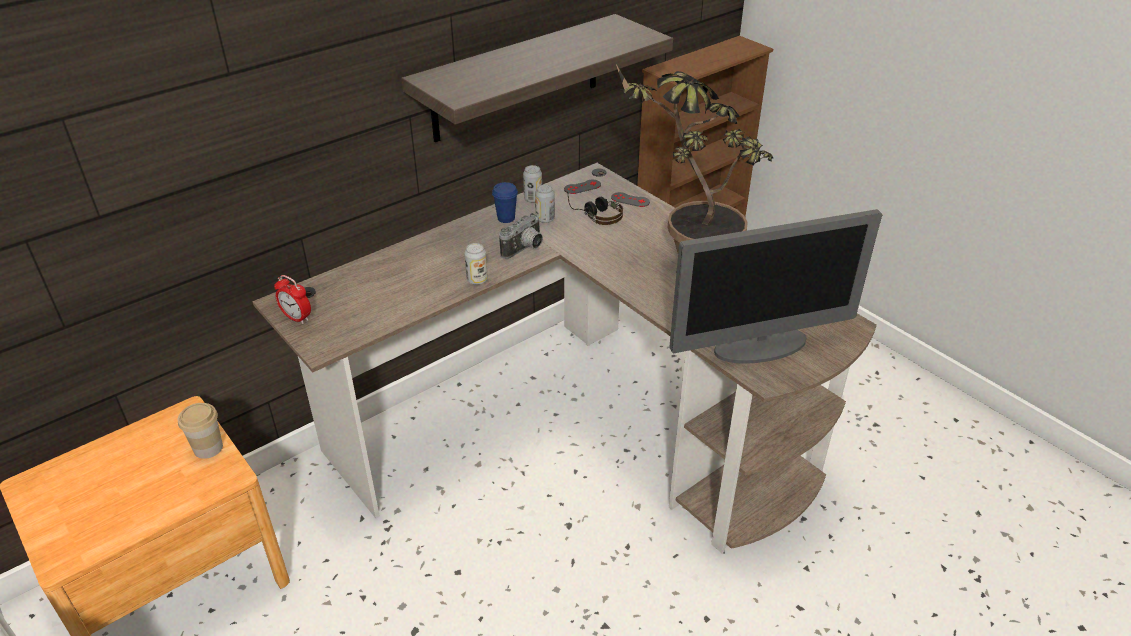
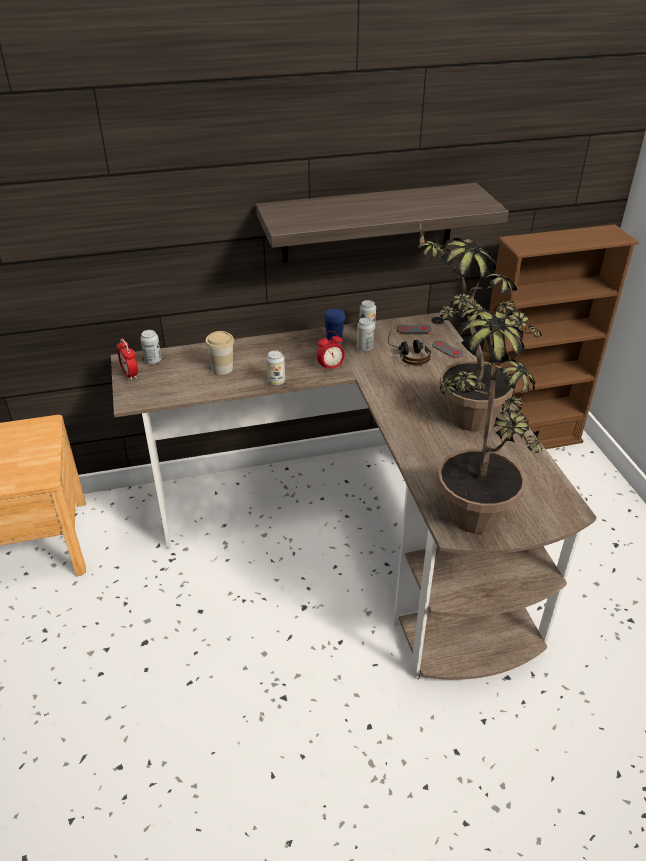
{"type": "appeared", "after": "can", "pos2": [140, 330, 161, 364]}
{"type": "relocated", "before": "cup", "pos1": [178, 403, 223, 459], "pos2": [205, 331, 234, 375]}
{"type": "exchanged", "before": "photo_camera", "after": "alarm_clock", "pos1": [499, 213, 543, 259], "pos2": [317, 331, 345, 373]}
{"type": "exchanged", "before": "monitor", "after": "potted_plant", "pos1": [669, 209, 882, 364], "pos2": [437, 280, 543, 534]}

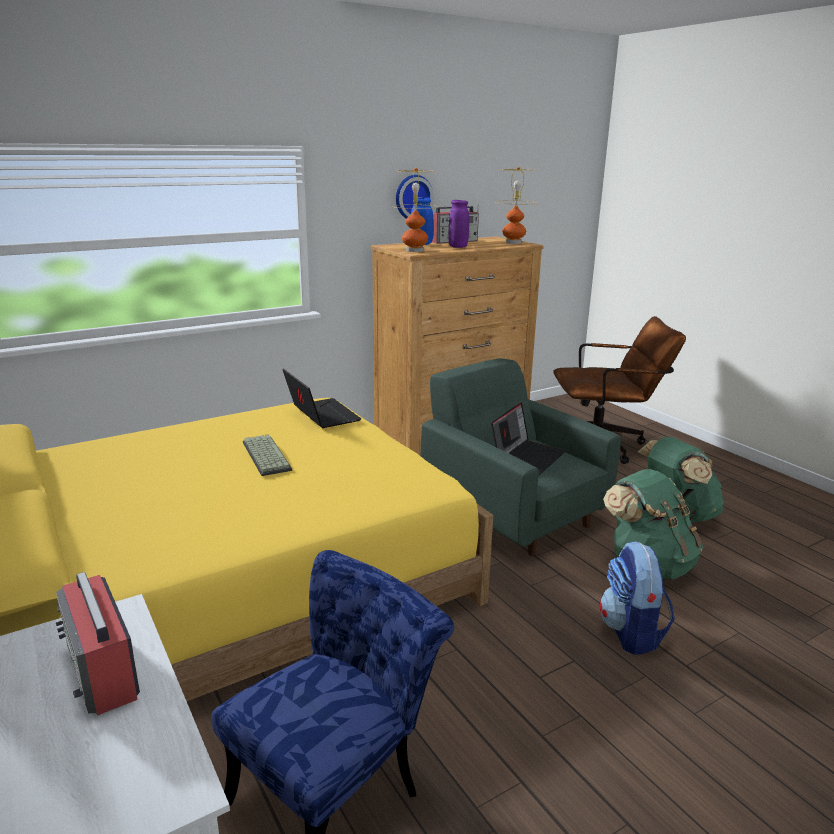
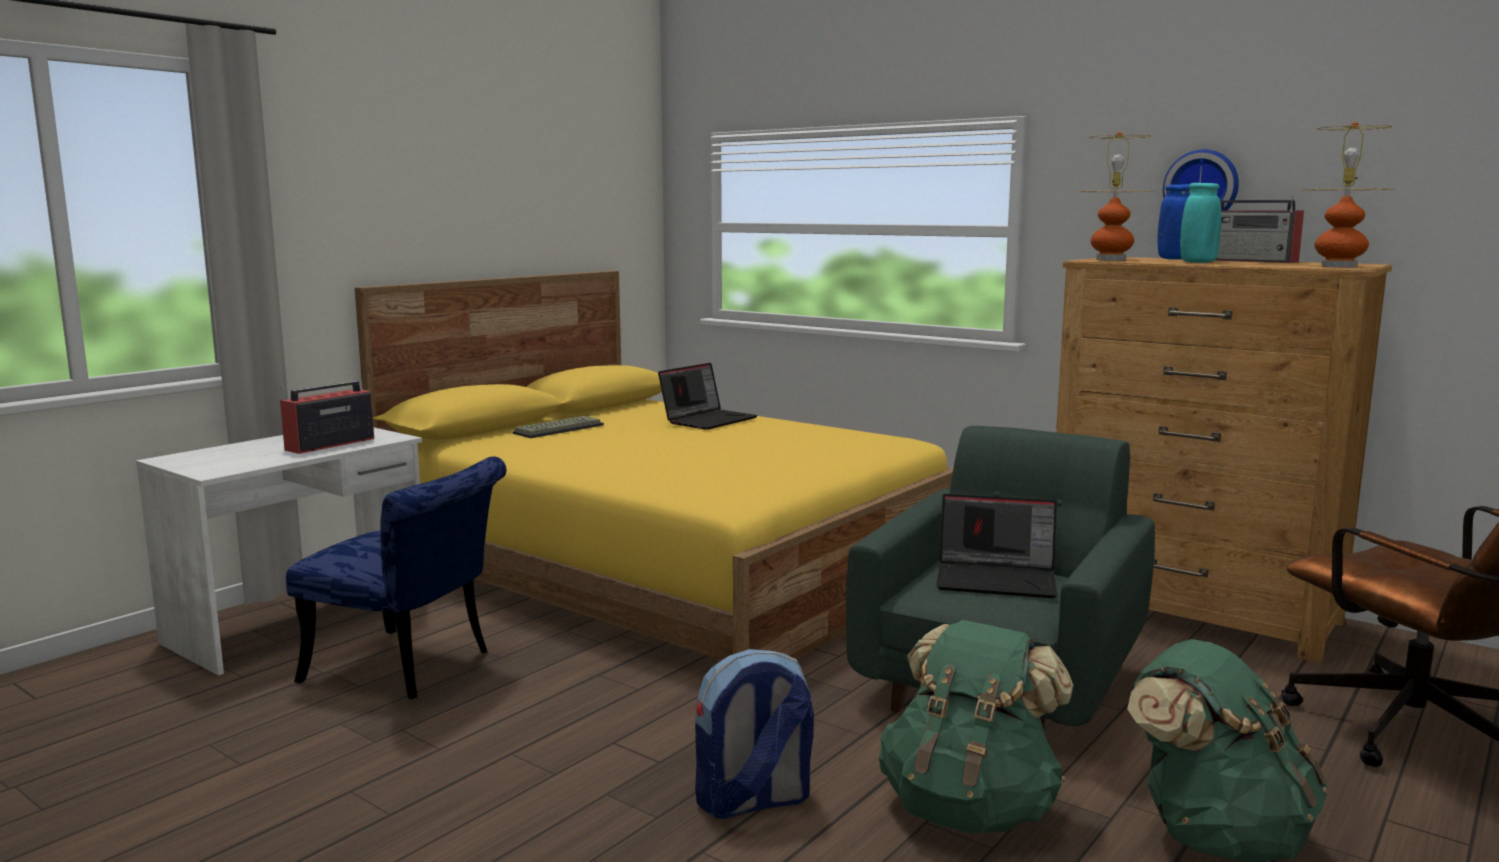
{"type": "relocated", "before": "keyboard", "pos1": [243, 434, 292, 476], "pos2": [513, 416, 604, 438]}
{"type": "relocated", "before": "laptop", "pos1": [282, 368, 361, 428], "pos2": [658, 363, 757, 430]}
{"type": "colour", "before": "purple_vase", "after": "turquoise_vase", "pos1": [448, 200, 469, 248], "pos2": [1180, 183, 1221, 263]}

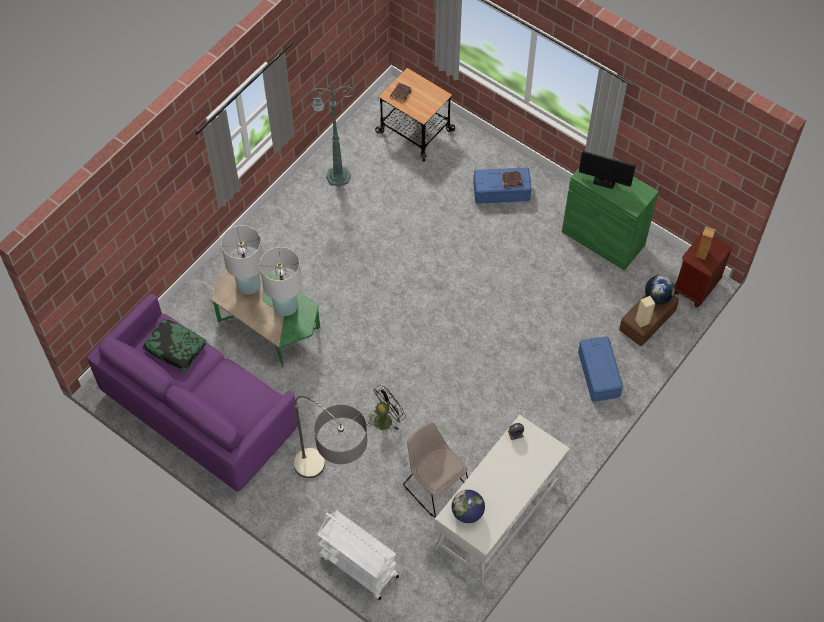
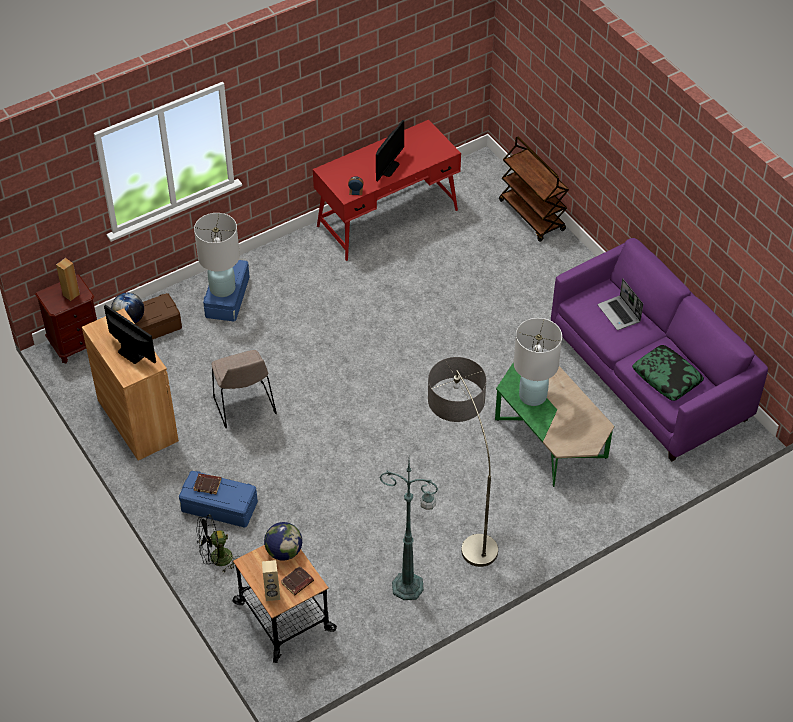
{"type": "appeared", "after": "monitor", "pos2": [376, 120, 404, 181]}
{"type": "appeared", "after": "laptop", "pos2": [598, 279, 643, 330]}
{"type": "relocated", "before": "white_table_lamp", "pos1": [221, 225, 263, 295], "pos2": [194, 213, 240, 297]}
{"type": "relocated", "before": "floor_lamp", "pos1": [294, 396, 367, 478], "pos2": [428, 357, 498, 567]}
{"type": "relocated", "before": "black_fan", "pos1": [369, 385, 406, 430], "pos2": [196, 514, 240, 573]}
{"type": "relocated", "before": "beige_chair", "pos1": [403, 422, 468, 517], "pos2": [211, 350, 277, 429]}
{"type": "relocated", "before": "globe", "pos1": [452, 490, 485, 523], "pos2": [264, 522, 302, 561]}
{"type": "relocated", "before": "beige_speaker", "pos1": [635, 296, 655, 328], "pos2": [262, 560, 280, 601]}
{"type": "colour", "before": "white_cart", "after": "brown_cart", "pos1": [317, 511, 399, 600], "pos2": [499, 136, 569, 242]}
{"type": "colour", "before": "white_desk", "after": "red_desk", "pos1": [434, 415, 570, 584], "pos2": [313, 120, 461, 261]}
{"type": "colour", "before": "green_cabinet", "after": "brown_cabinet", "pos1": [562, 152, 659, 271], "pos2": [82, 308, 179, 461]}

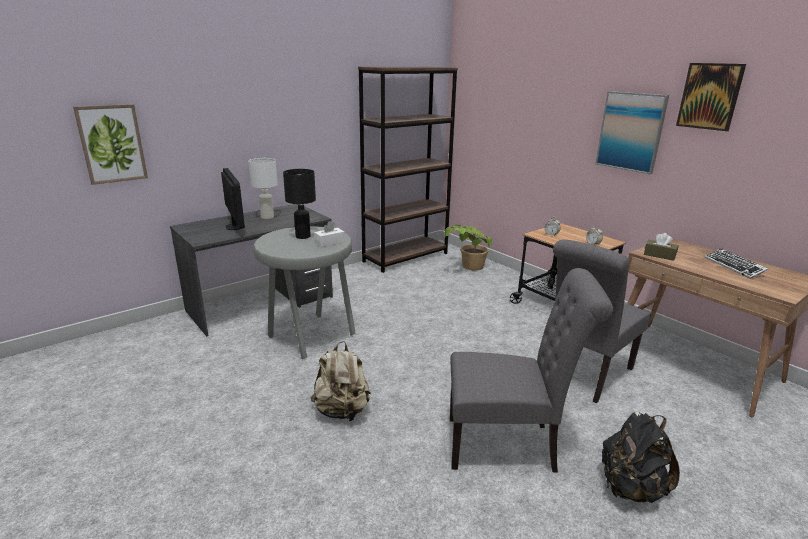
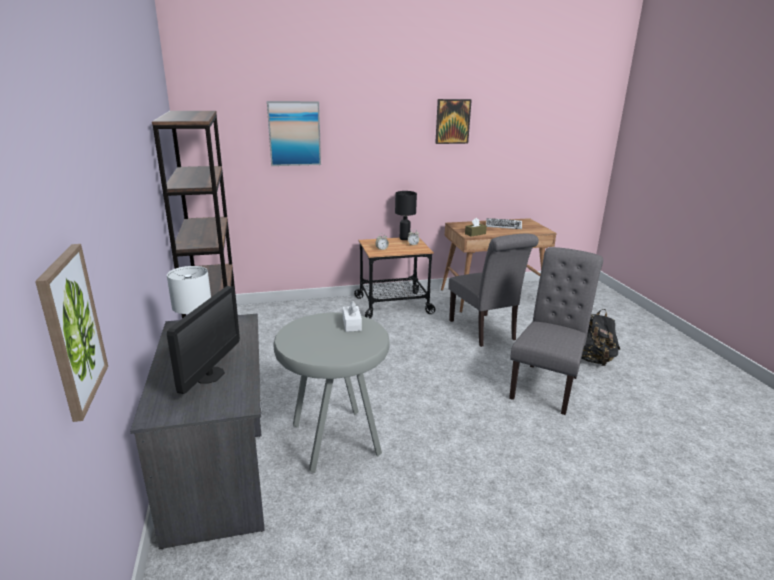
{"type": "missing", "before": "beige_backpack", "pos1": [310, 341, 371, 421]}
{"type": "missing", "before": "potted_plant", "pos1": [445, 224, 492, 270]}
{"type": "relocated", "before": "black_table_lamp", "pos1": [283, 169, 316, 239], "pos2": [395, 191, 417, 240]}
{"type": "relocated", "before": "picture", "pos1": [595, 91, 669, 174], "pos2": [267, 101, 321, 166]}
{"type": "spun", "before": "monitor", "pos1": [221, 168, 245, 230], "pos2": [167, 286, 240, 394], "turn": 105}

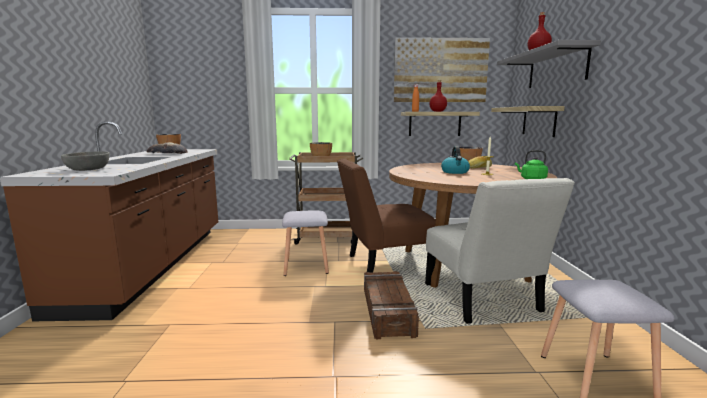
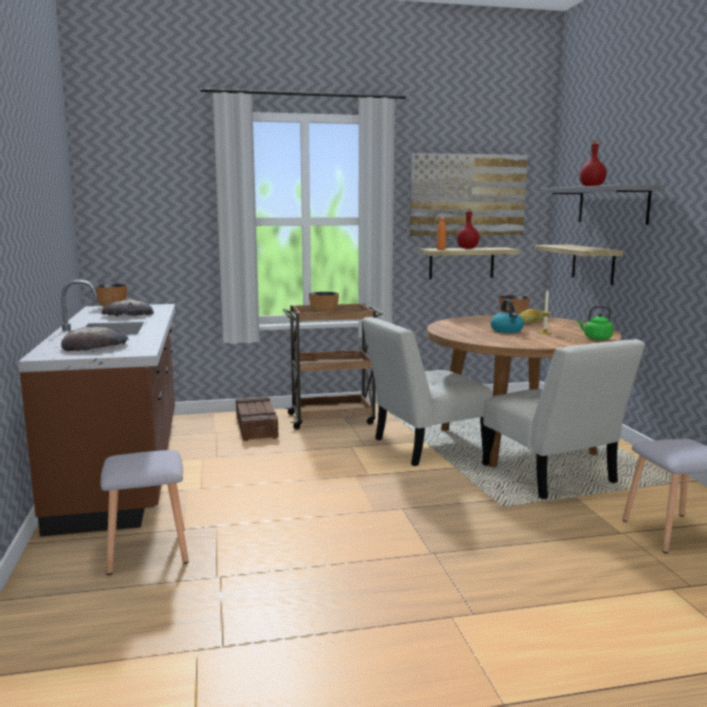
{"type": "relocated", "before": "grey_stool", "pos1": [282, 211, 329, 276], "pos2": [101, 450, 189, 575]}
{"type": "relocated", "before": "crate", "pos1": [364, 271, 419, 339], "pos2": [236, 396, 279, 441]}
{"type": "exchanged", "before": "grey_bowl", "after": "bread", "pos1": [61, 151, 109, 171], "pos2": [61, 327, 129, 351]}
{"type": "colour", "before": "brown_chair", "after": "white_chair", "pos1": [337, 159, 436, 273], "pos2": [362, 317, 493, 466]}

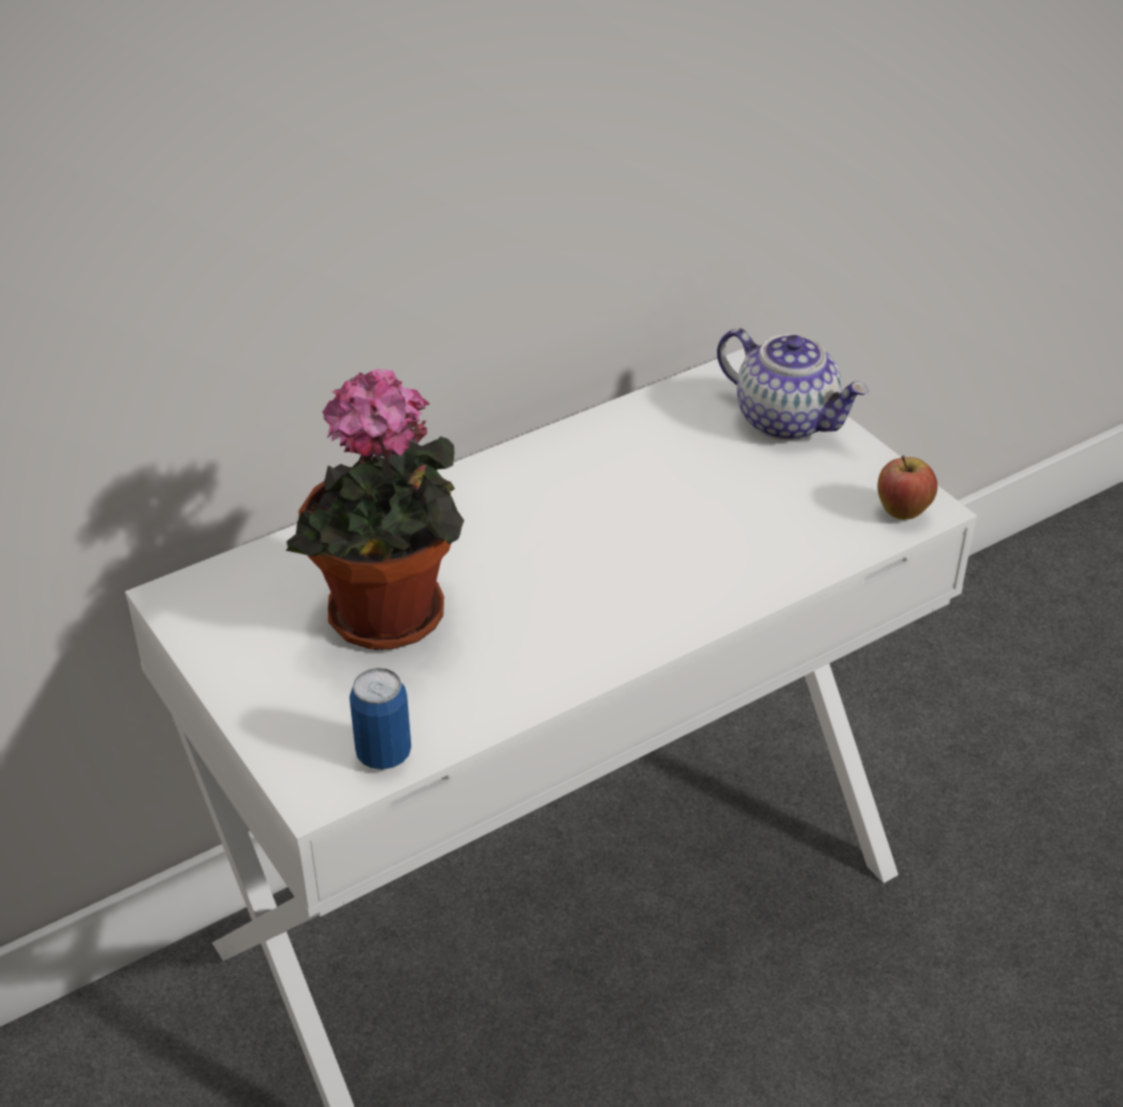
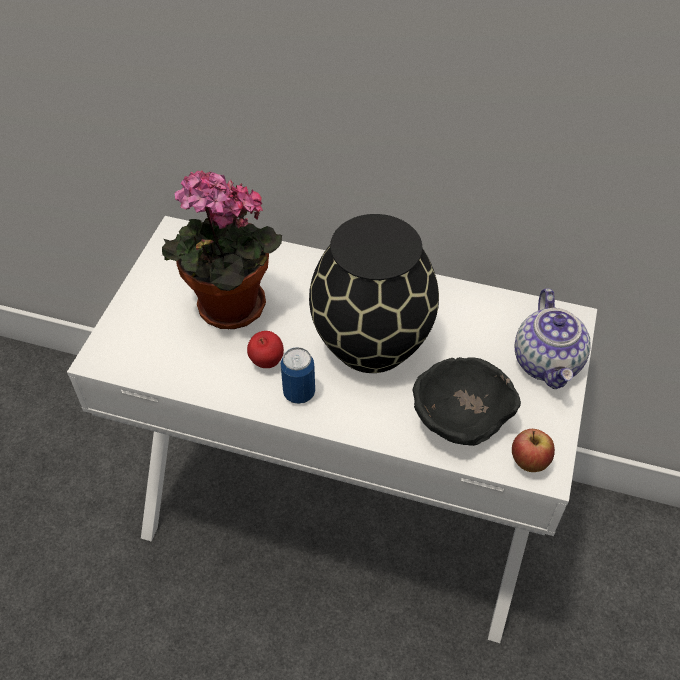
{"type": "appeared", "after": "apple", "pos2": [247, 331, 284, 368]}
{"type": "appeared", "after": "black_vase", "pos2": [309, 214, 439, 373]}
{"type": "appeared", "after": "black_bowl", "pos2": [412, 357, 521, 446]}
{"type": "relocated", "before": "can", "pos1": [349, 668, 411, 770], "pos2": [281, 347, 315, 404]}

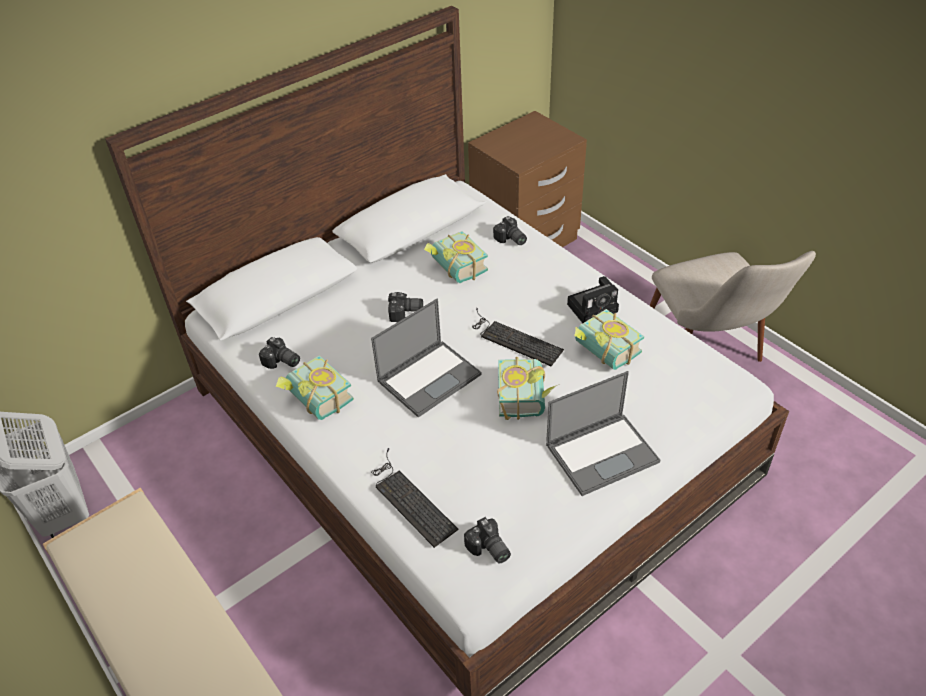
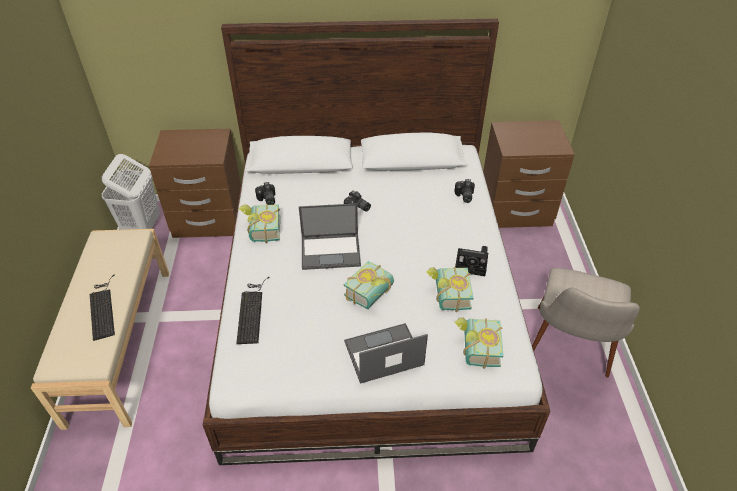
{"type": "missing", "before": "photo_camera", "pos1": [464, 517, 511, 564]}
{"type": "appeared", "after": "brown_nightstand", "pos2": [149, 129, 241, 238]}
{"type": "relocated", "before": "book", "pos1": [424, 231, 488, 283], "pos2": [454, 317, 503, 369]}
{"type": "relocated", "before": "keyboard", "pos1": [472, 308, 564, 366], "pos2": [90, 274, 115, 341]}
{"type": "spun", "before": "laptop", "pos1": [546, 371, 660, 496], "pos2": [344, 323, 428, 384], "turn": 150}

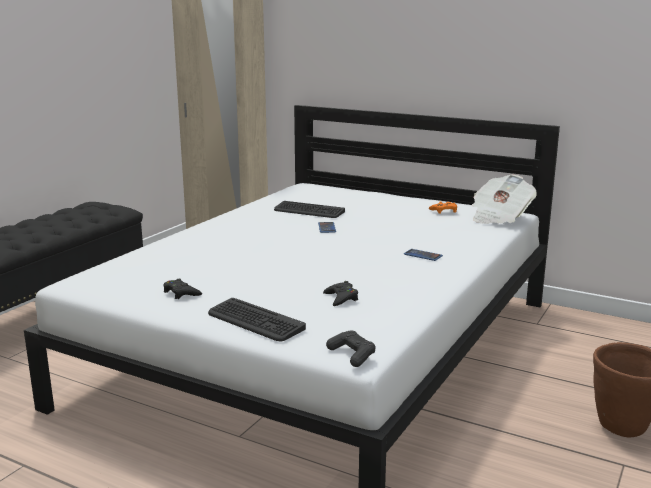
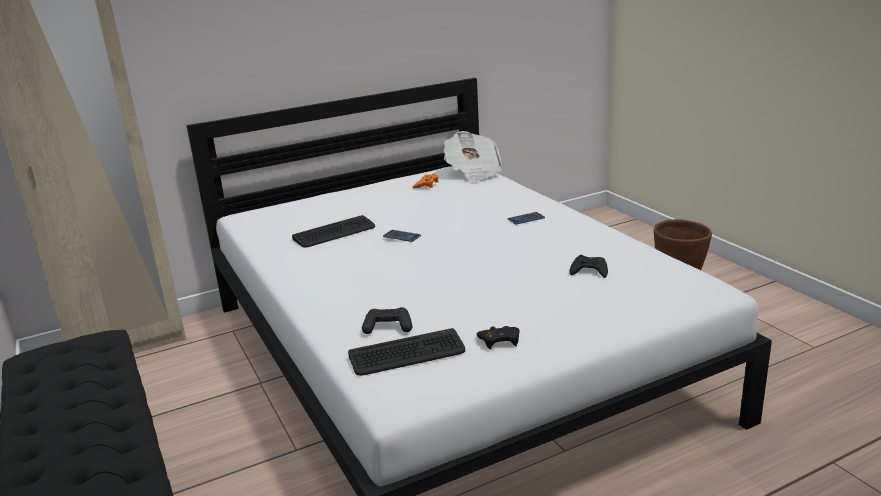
{"type": "relocated", "before": "keyboard", "pos1": [208, 298, 306, 341], "pos2": [348, 328, 465, 376]}
{"type": "relocated", "before": "black_game_controller", "pos1": [326, 331, 376, 367], "pos2": [362, 307, 412, 334]}

